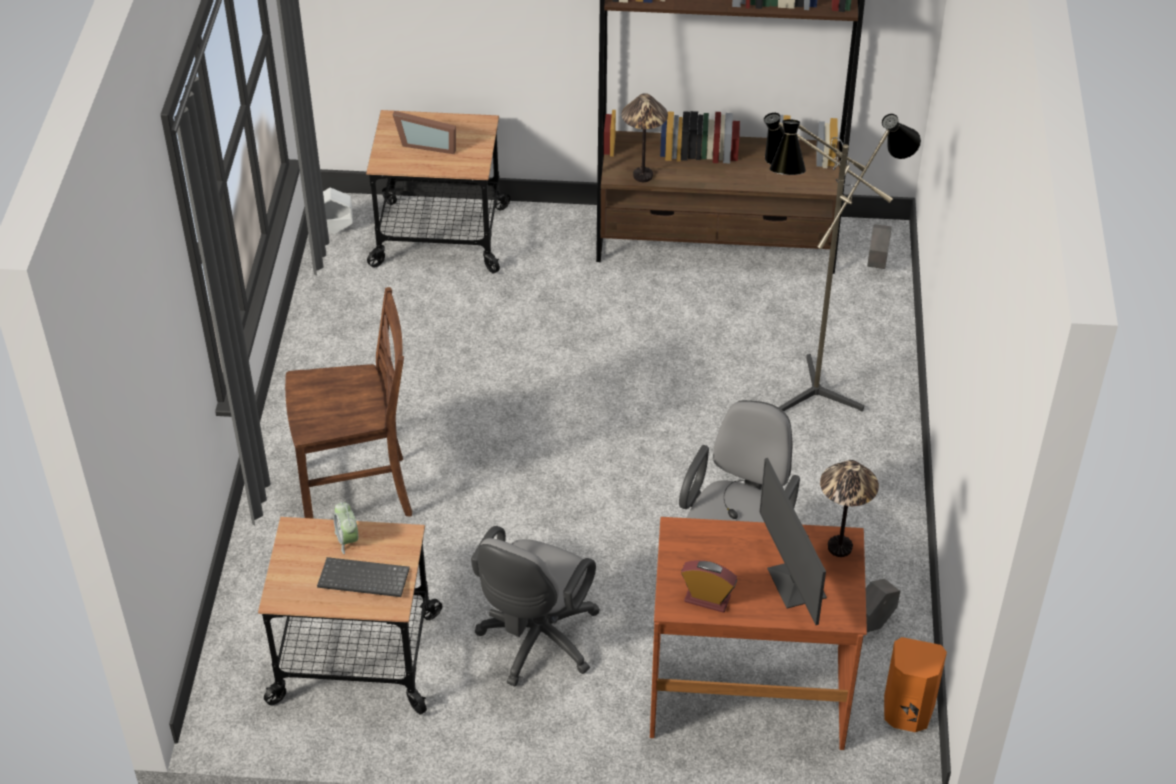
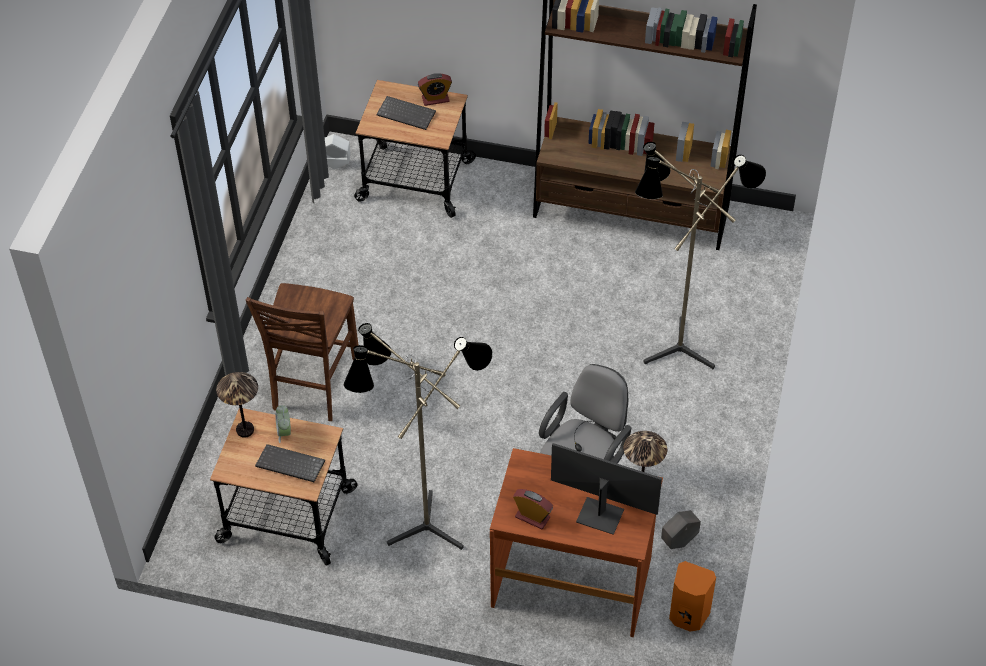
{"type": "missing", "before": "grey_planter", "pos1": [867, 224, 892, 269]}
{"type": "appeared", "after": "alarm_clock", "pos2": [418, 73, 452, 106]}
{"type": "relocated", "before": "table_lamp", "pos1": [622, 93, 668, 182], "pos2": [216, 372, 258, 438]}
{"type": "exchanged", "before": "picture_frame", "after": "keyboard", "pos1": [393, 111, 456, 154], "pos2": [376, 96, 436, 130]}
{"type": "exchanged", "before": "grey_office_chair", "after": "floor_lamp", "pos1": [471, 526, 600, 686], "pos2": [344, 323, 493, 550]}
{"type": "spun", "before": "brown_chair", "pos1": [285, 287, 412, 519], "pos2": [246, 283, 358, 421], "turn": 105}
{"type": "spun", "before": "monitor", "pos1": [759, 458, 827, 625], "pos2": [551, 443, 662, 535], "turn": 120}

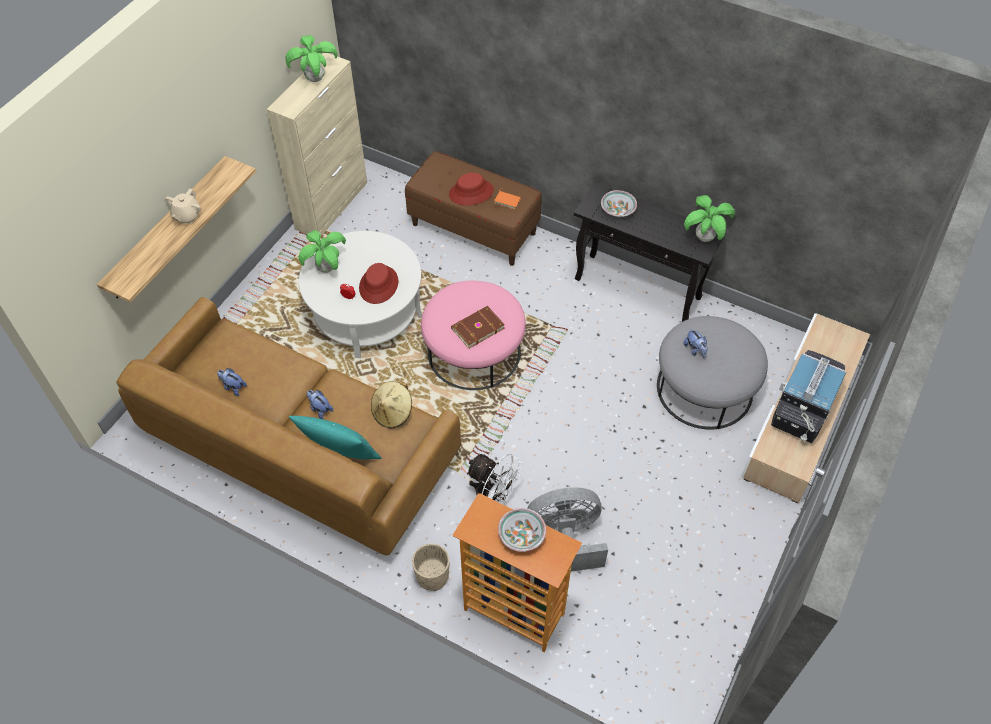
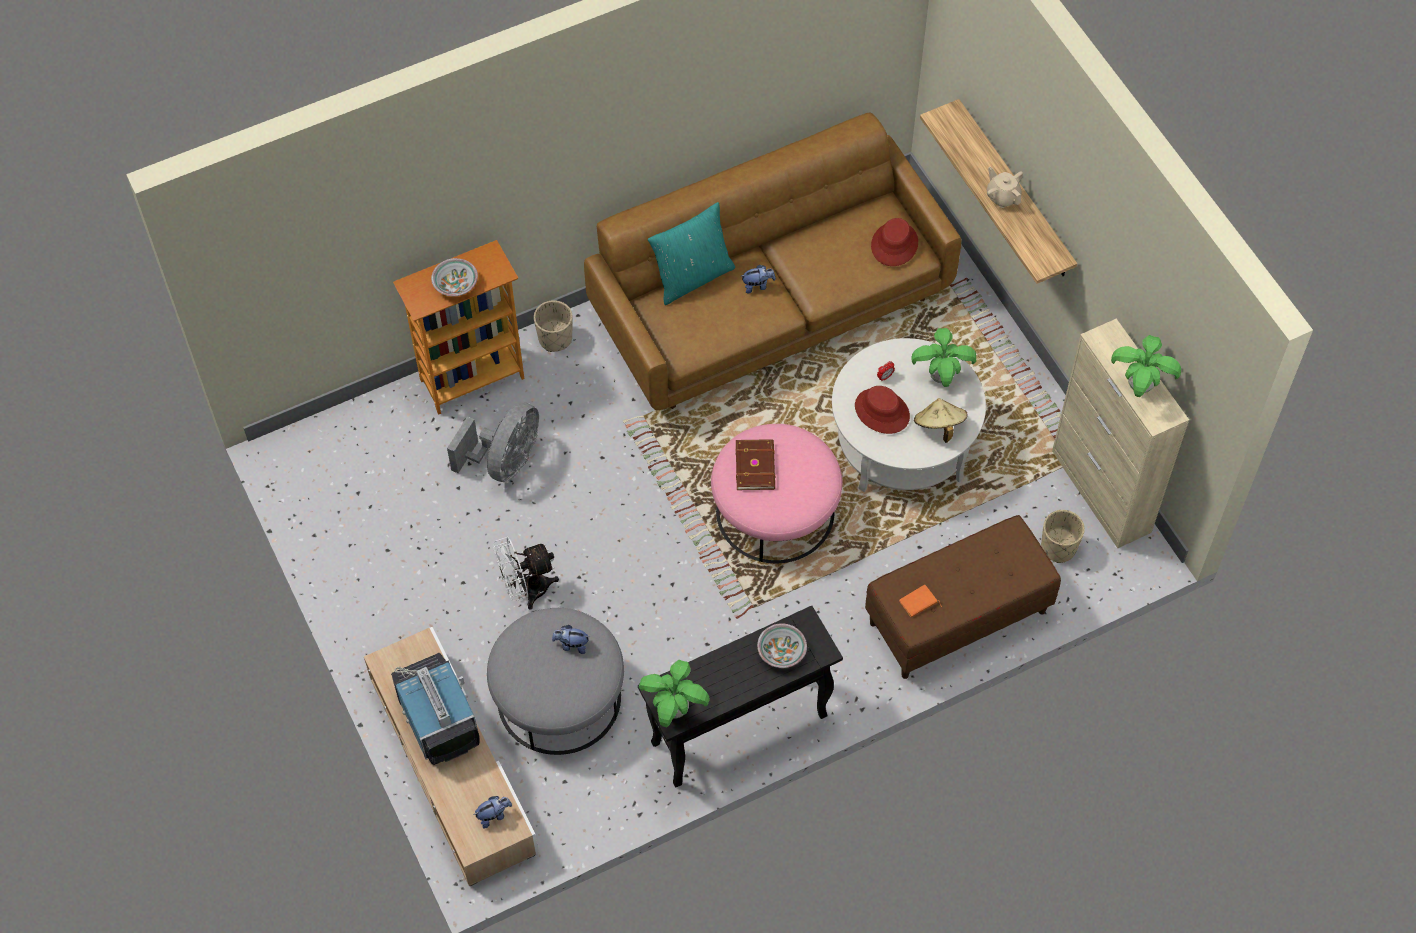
{"type": "appeared", "after": "beige_planter", "pos2": [1041, 510, 1085, 563]}
{"type": "relocated", "before": "plush_toy", "pos1": [217, 368, 247, 396], "pos2": [474, 796, 512, 829]}
{"type": "relocated", "before": "beige_hat", "pos1": [371, 381, 412, 428], "pos2": [914, 398, 967, 443]}
{"type": "relocated", "before": "red_hat", "pos1": [449, 173, 494, 206], "pos2": [871, 218, 918, 266]}
{"type": "relocated", "before": "white_fan", "pos1": [466, 453, 523, 502], "pos2": [493, 536, 559, 610]}

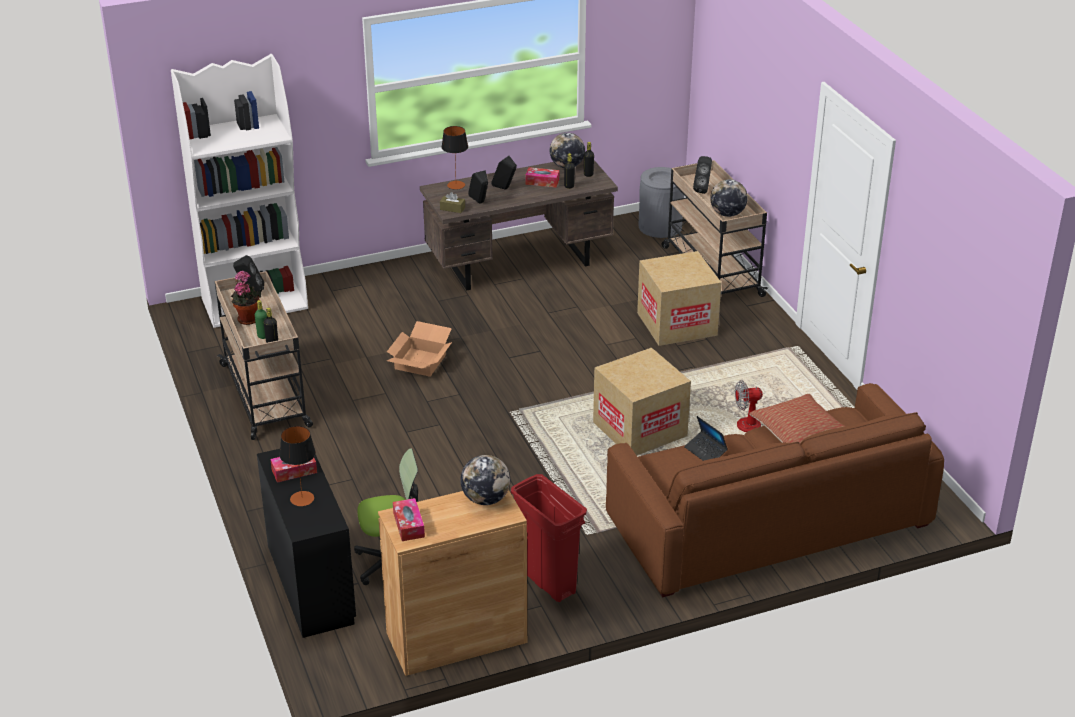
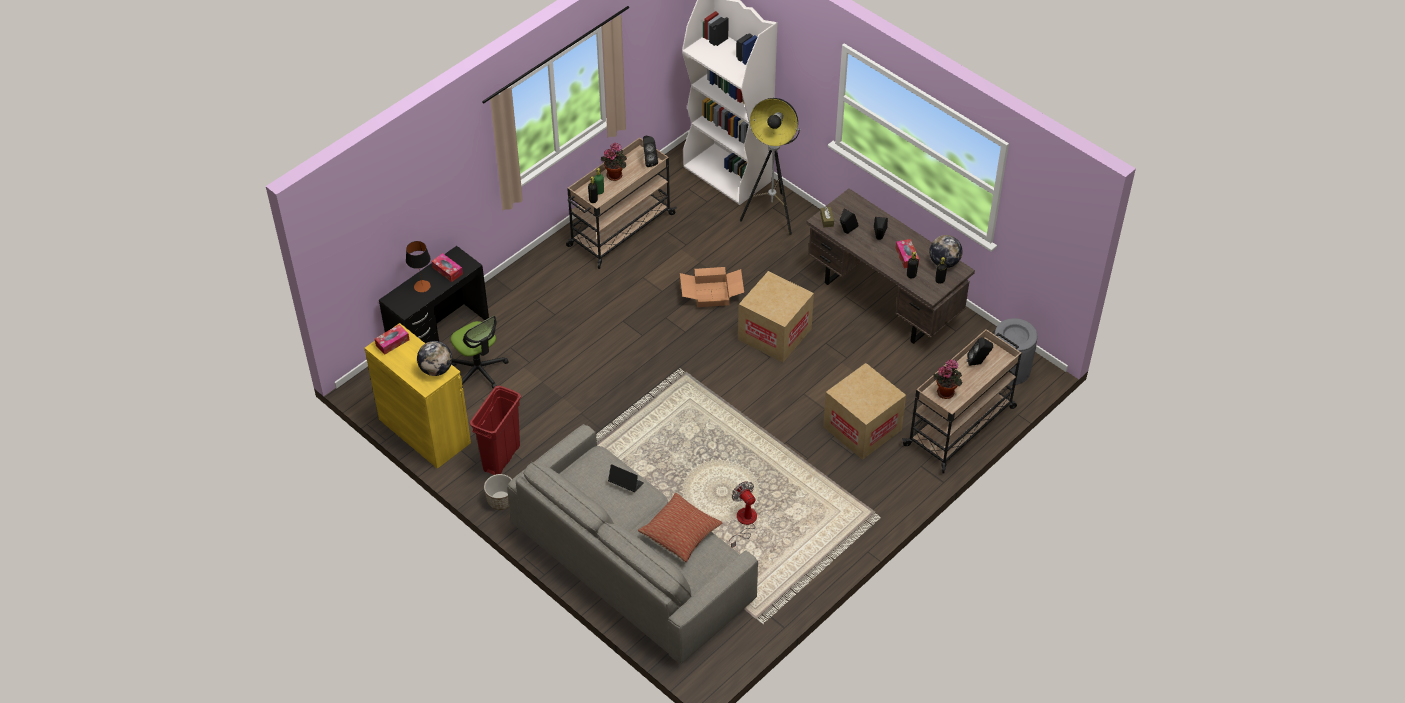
{"type": "missing", "before": "table_lamp", "pos1": [441, 126, 468, 190]}
{"type": "appeared", "after": "planter", "pos2": [484, 474, 512, 510]}
{"type": "appeared", "after": "floor_lamp", "pos2": [740, 98, 801, 235]}
{"type": "relocated", "before": "cardboard_box", "pos1": [593, 347, 691, 455], "pos2": [738, 271, 814, 362]}
{"type": "exchanged", "before": "globe", "after": "potted_plant", "pos1": [710, 179, 748, 217], "pos2": [933, 359, 962, 399]}
{"type": "colour", "before": "brown_cabinet", "after": "yellow_cabinet", "pos1": [378, 490, 527, 676], "pos2": [365, 323, 471, 469]}
{"type": "colour", "before": "brown_sofa", "after": "grey_sofa", "pos1": [606, 383, 944, 598], "pos2": [507, 424, 758, 664]}
{"type": "spun", "before": "laptop", "pos1": [684, 416, 728, 461], "pos2": [608, 464, 644, 492], "turn": 90}

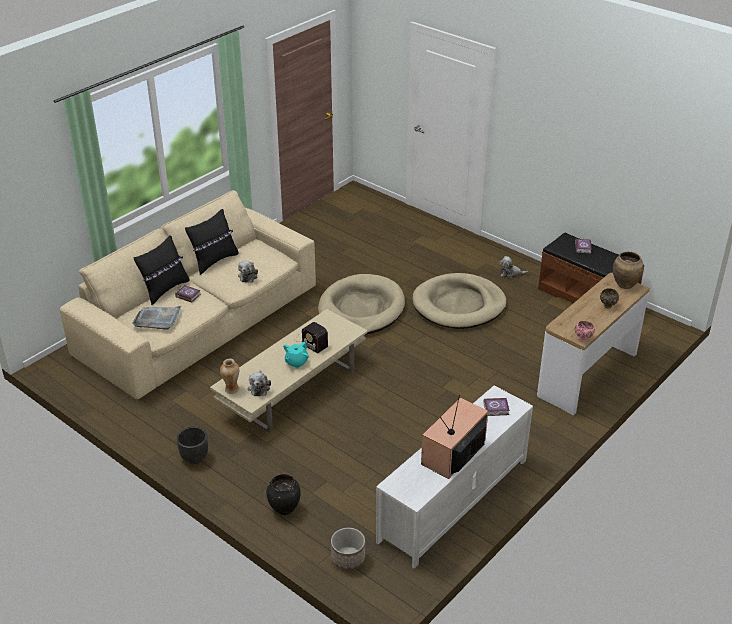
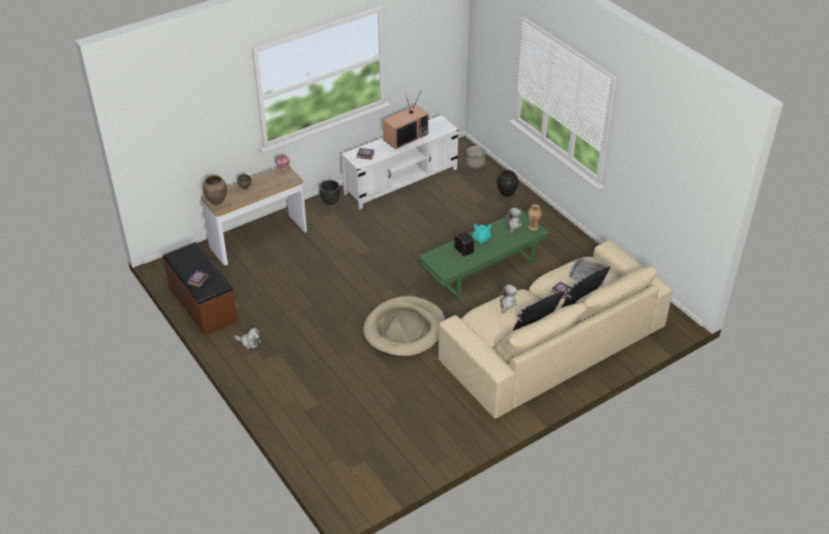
{"type": "missing", "before": "beige_dog_bed", "pos1": [412, 273, 507, 329]}
{"type": "relocated", "before": "black_planter", "pos1": [176, 427, 208, 464], "pos2": [319, 180, 340, 205]}
{"type": "colour", "before": "beige_coffee_table", "after": "green_coffee_table", "pos1": [210, 309, 368, 434], "pos2": [418, 210, 549, 299]}

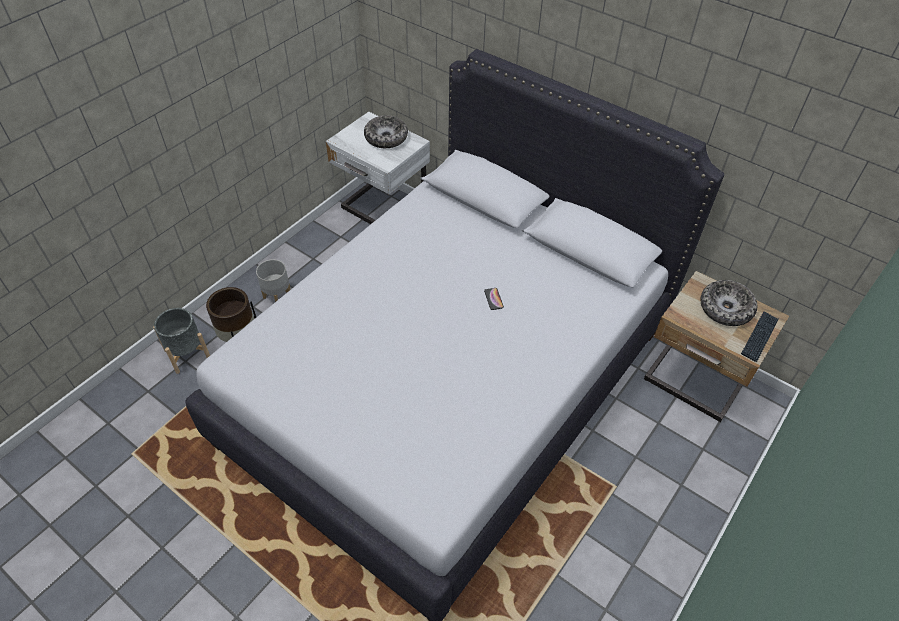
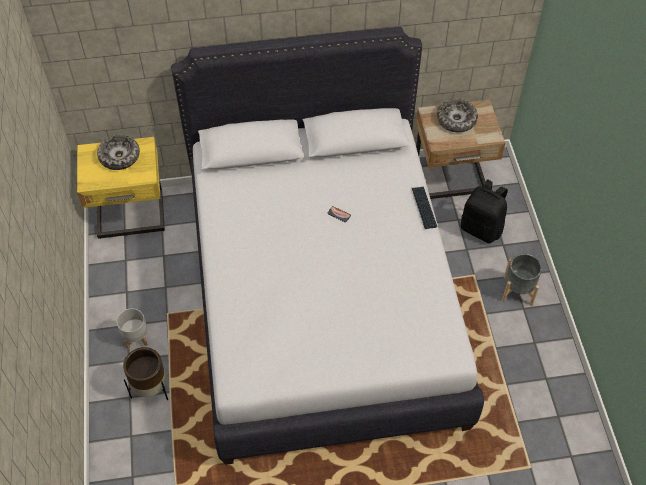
{"type": "appeared", "after": "black_backpack", "pos2": [461, 179, 508, 243]}
{"type": "relocated", "before": "grey_planter", "pos1": [153, 308, 210, 374], "pos2": [502, 254, 542, 306]}
{"type": "relocated", "before": "keyboard", "pos1": [741, 311, 778, 362], "pos2": [412, 187, 437, 229]}
{"type": "colour", "before": "white_nightstand", "after": "yellow_nightstand", "pos1": [326, 112, 430, 224], "pos2": [77, 137, 165, 239]}

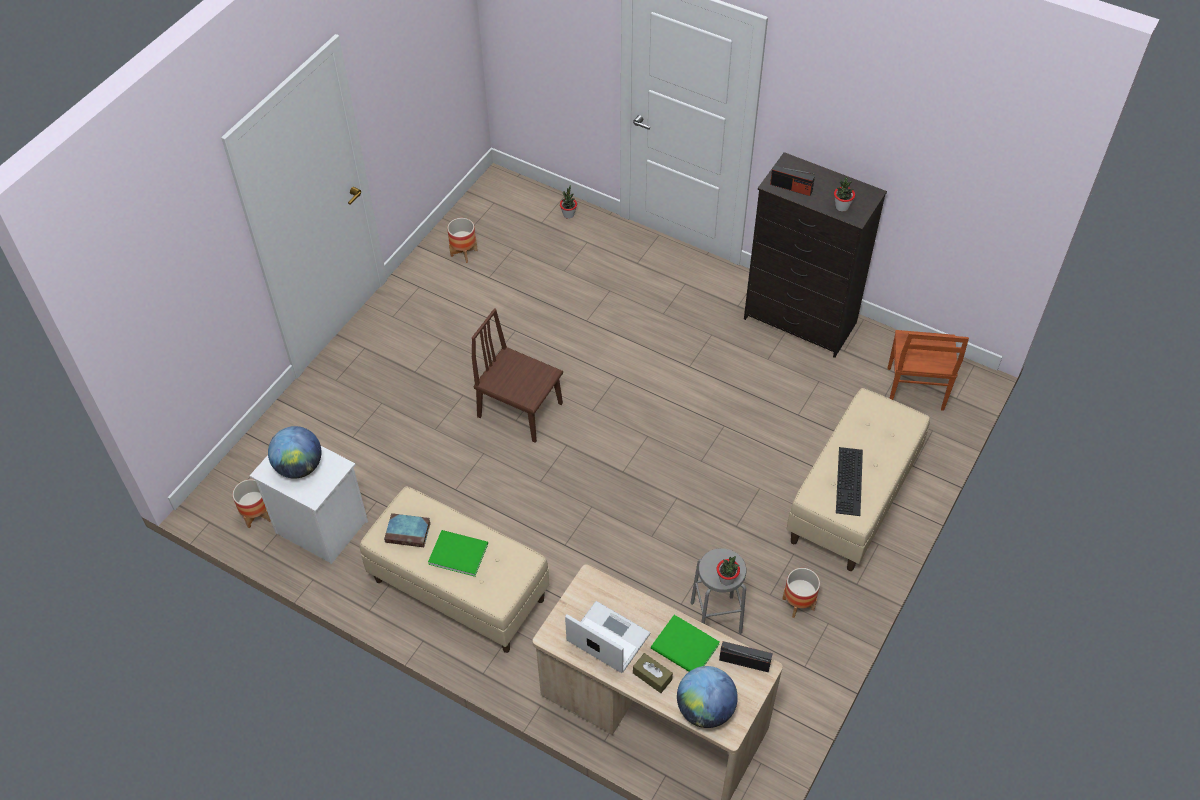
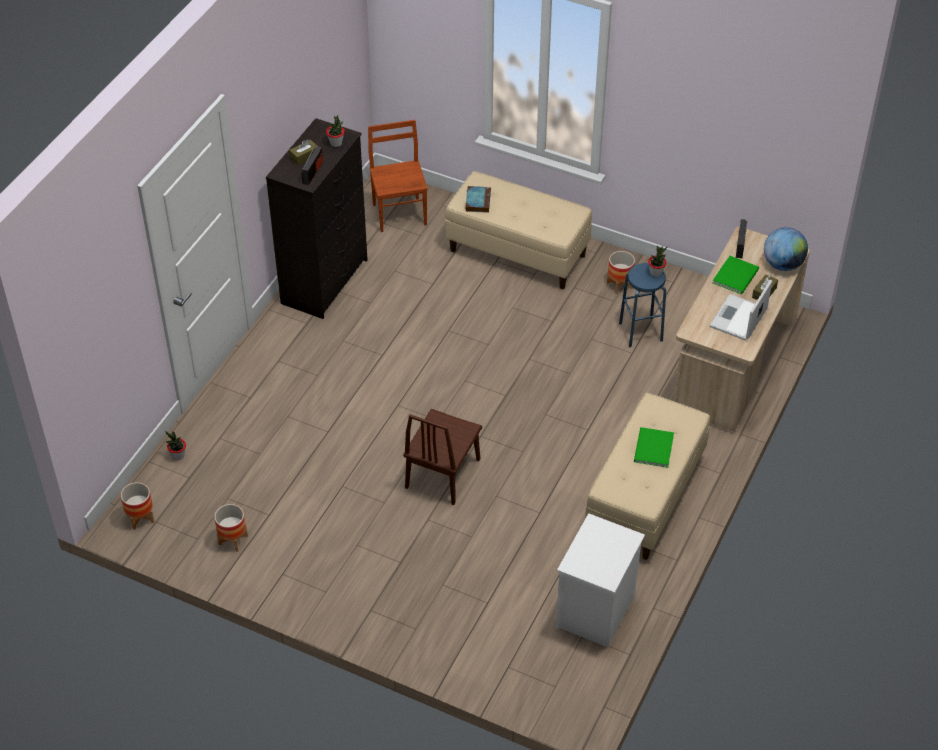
{"type": "missing", "before": "globe", "pos1": [268, 426, 321, 479]}
{"type": "missing", "before": "keyboard", "pos1": [836, 447, 863, 516]}
{"type": "appeared", "after": "brown_tissue_box", "pos2": [289, 139, 317, 166]}
{"type": "relocated", "before": "planter", "pos1": [232, 479, 271, 528], "pos2": [121, 482, 155, 530]}
{"type": "relocated", "before": "book", "pos1": [384, 513, 431, 547], "pos2": [465, 186, 491, 213]}
{"type": "colour", "before": "grey_stool", "after": "blue_stool", "pos1": [690, 548, 746, 634], "pos2": [619, 263, 666, 348]}
{"type": "spun", "before": "brown_chair", "pos1": [888, 330, 969, 411], "pos2": [368, 120, 428, 232], "turn": -105}

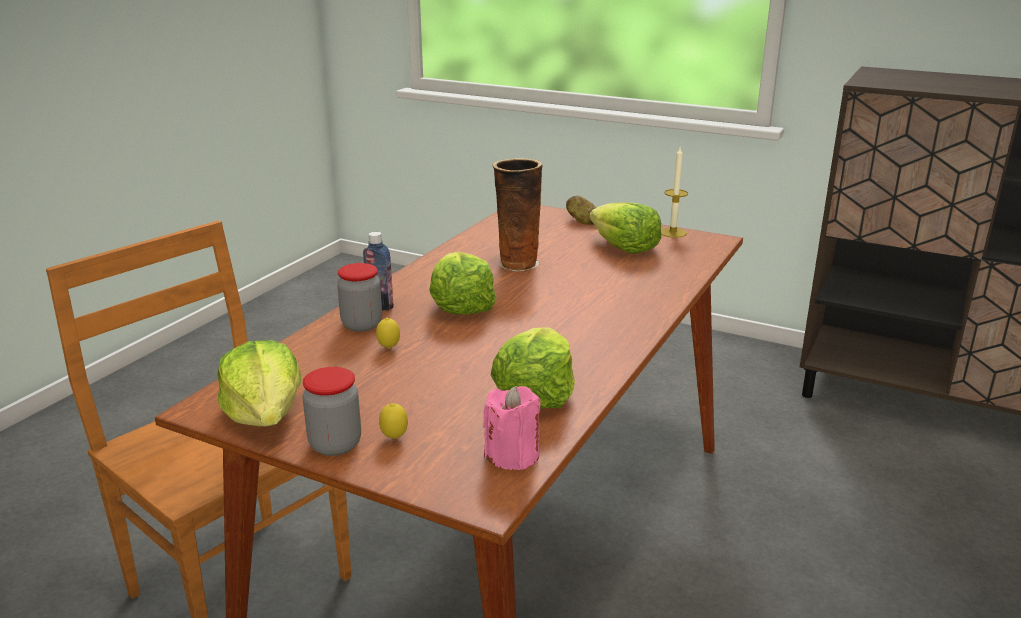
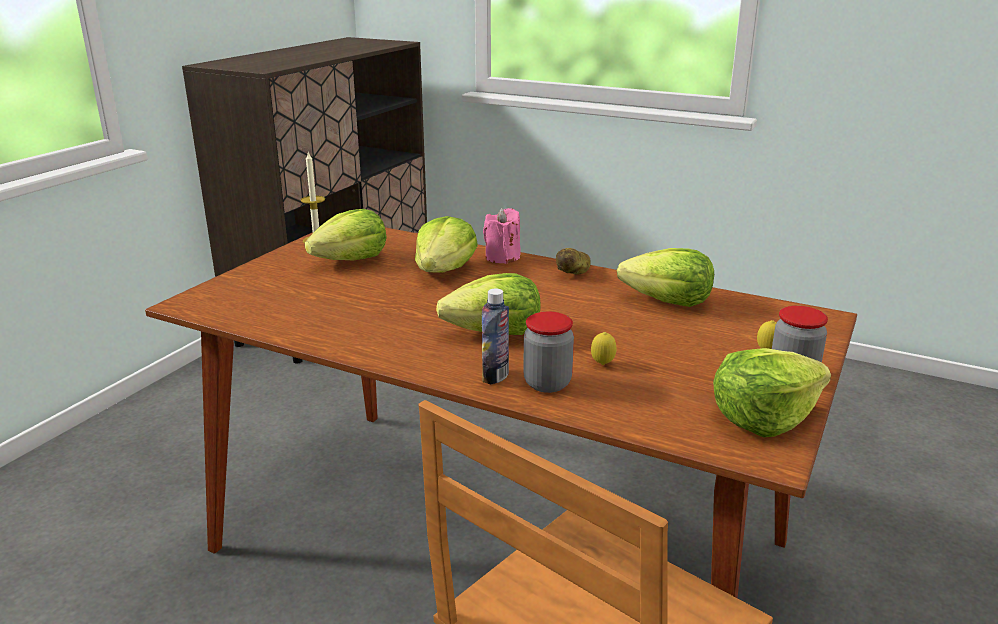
{"type": "missing", "before": "vase", "pos1": [492, 158, 543, 272]}
{"type": "appeared", "after": "lettuce", "pos2": [415, 216, 478, 273]}
{"type": "relocated", "before": "pink_candle", "pos1": [483, 386, 540, 470], "pos2": [483, 208, 521, 264]}
{"type": "relocated", "before": "potato", "pos1": [566, 196, 597, 225], "pos2": [556, 248, 591, 275]}

